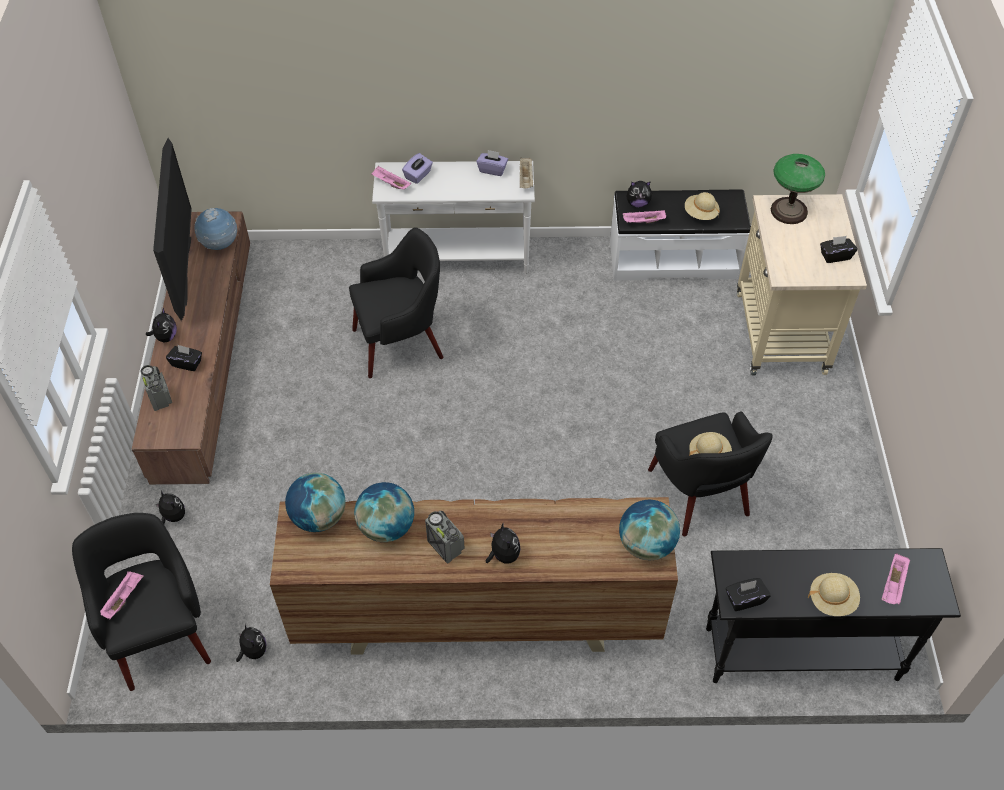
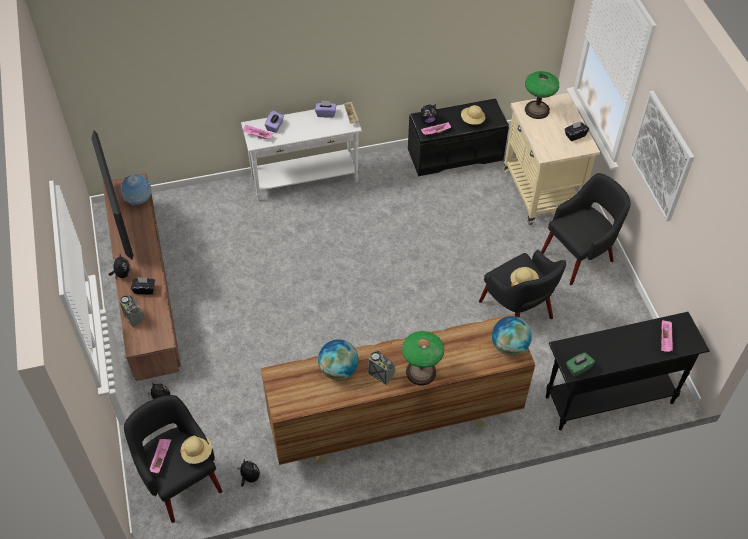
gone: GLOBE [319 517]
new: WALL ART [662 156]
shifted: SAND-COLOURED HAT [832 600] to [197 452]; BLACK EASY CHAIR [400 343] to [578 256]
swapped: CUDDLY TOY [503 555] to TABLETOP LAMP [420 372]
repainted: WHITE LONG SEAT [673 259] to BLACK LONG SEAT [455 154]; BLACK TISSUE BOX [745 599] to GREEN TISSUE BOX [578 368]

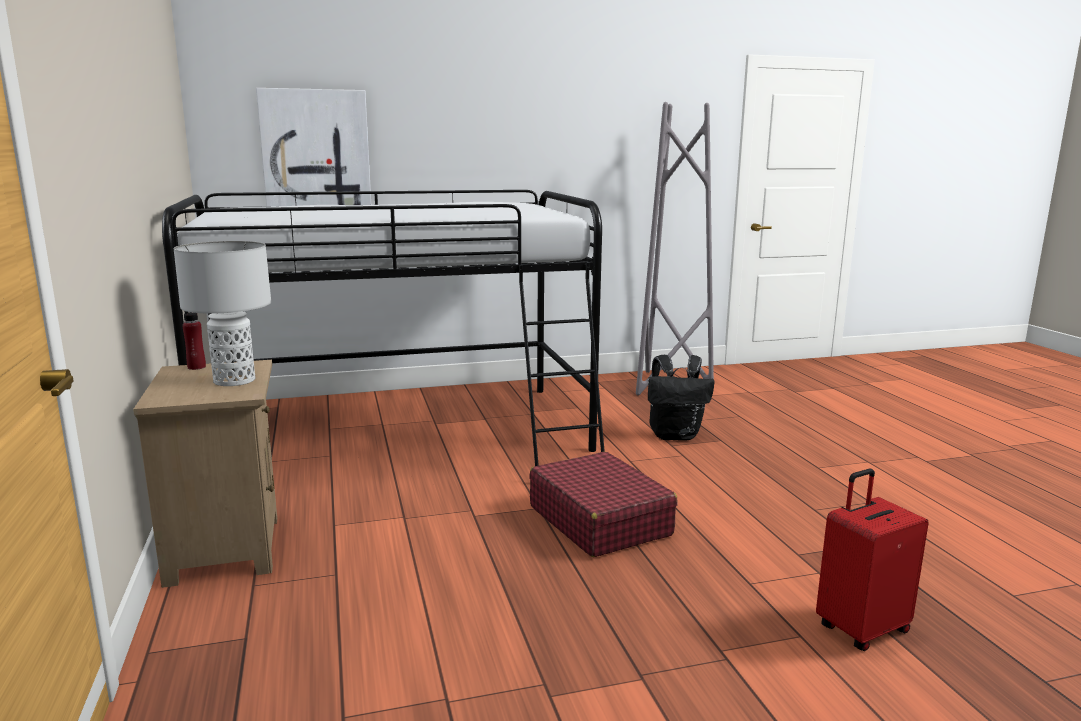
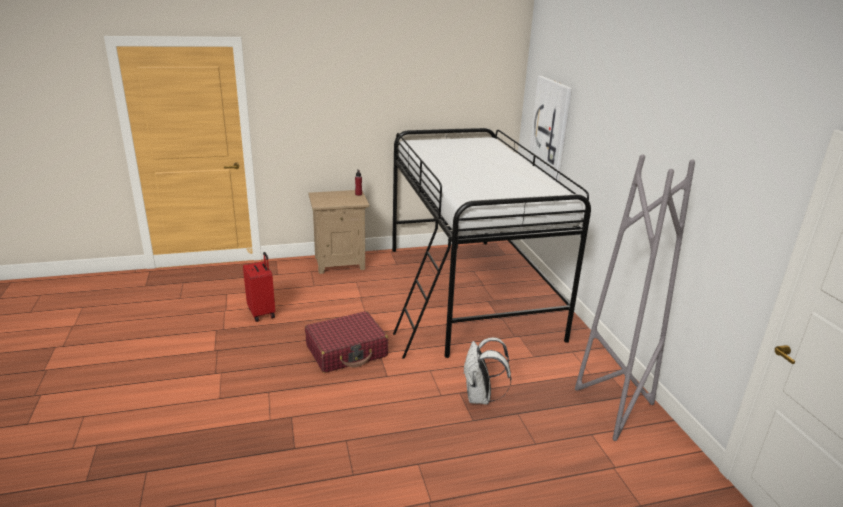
gone: WHITE TABLETOP LAMP [234 380]
shifted: RED-COLOURED PIECE OF LUGGAGE [861 628] to [262 313]
repainted: BLACK RUCKSACK [675 435] to WHITE RUCKSACK [480 397]

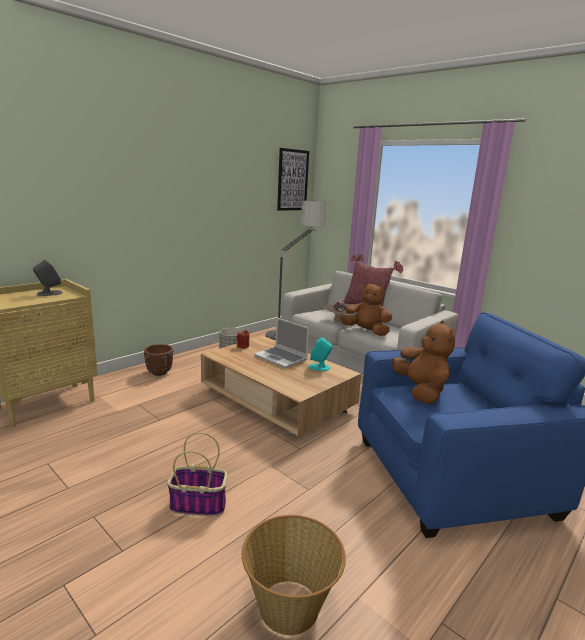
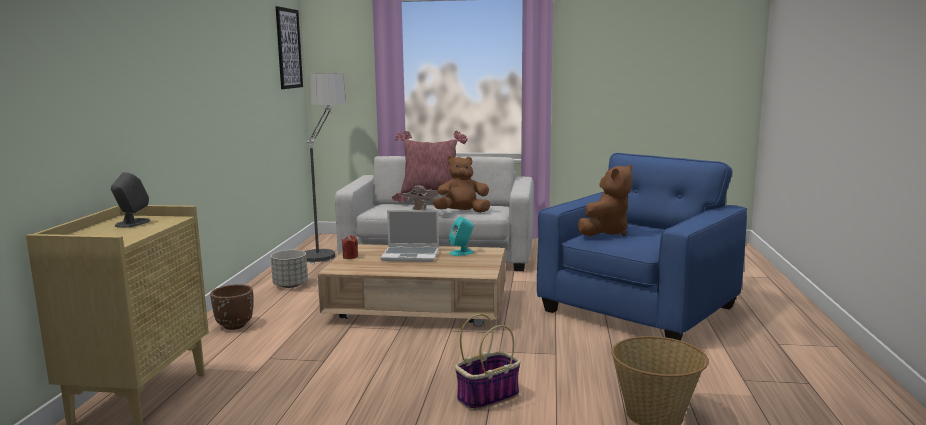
rotated: BROWN CUDDLY TOY [421 391] = [605 232] 90 degrees clockwise

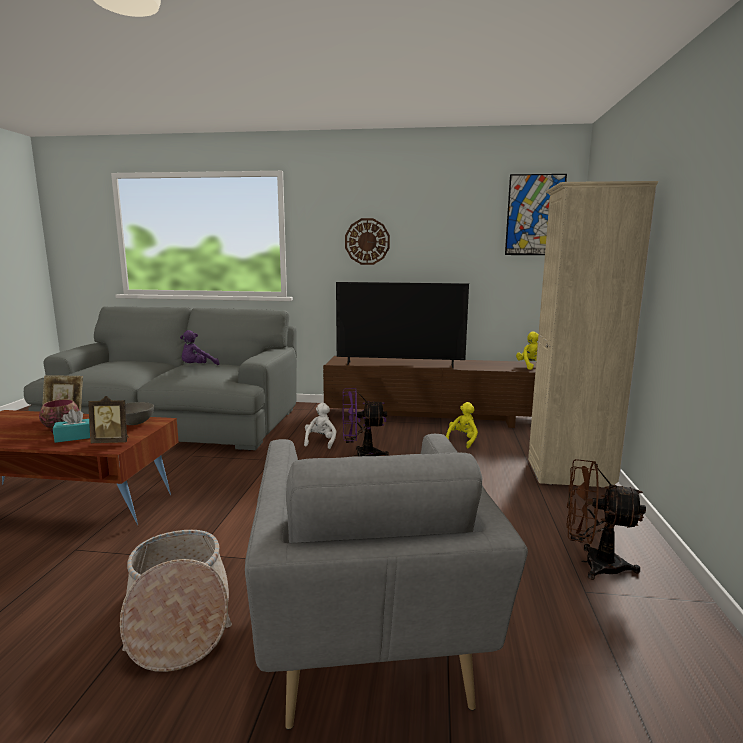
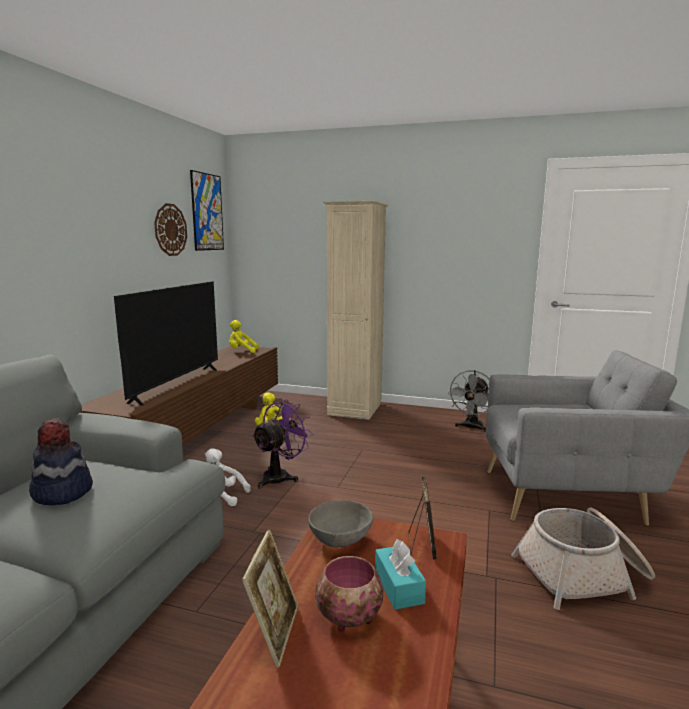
shifted: HANGING CLOCK [367 241] to [170 230]
swapped: PURPLE CUDDLY TOY [197 367] to HAT [62 492]
repainted: BROWN ELECTRIC FAN [592 564] to GRAY ELECTRIC FAN [471 428]
rotated: PURPLE ELECTRIC FAN [361 455] = [280 476] 150 degrees counterclockwise

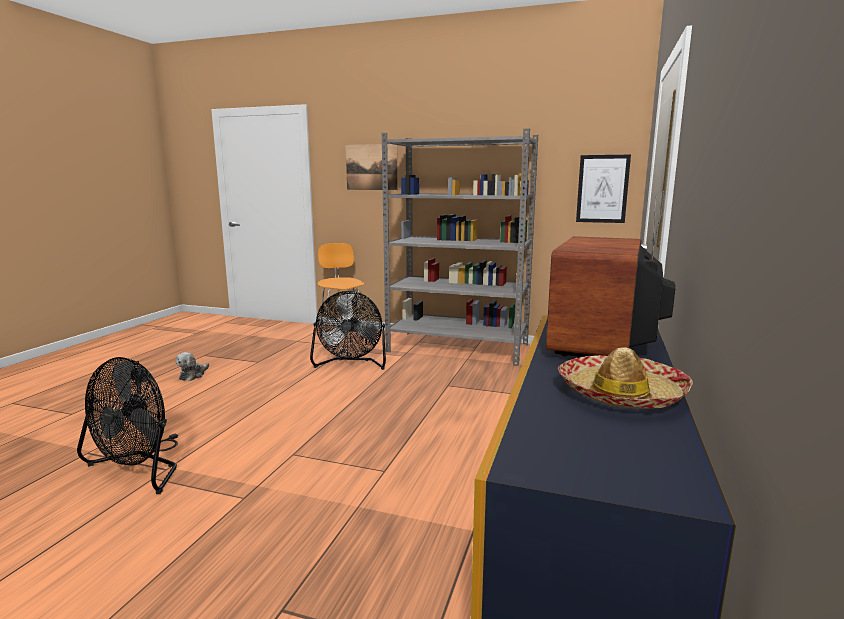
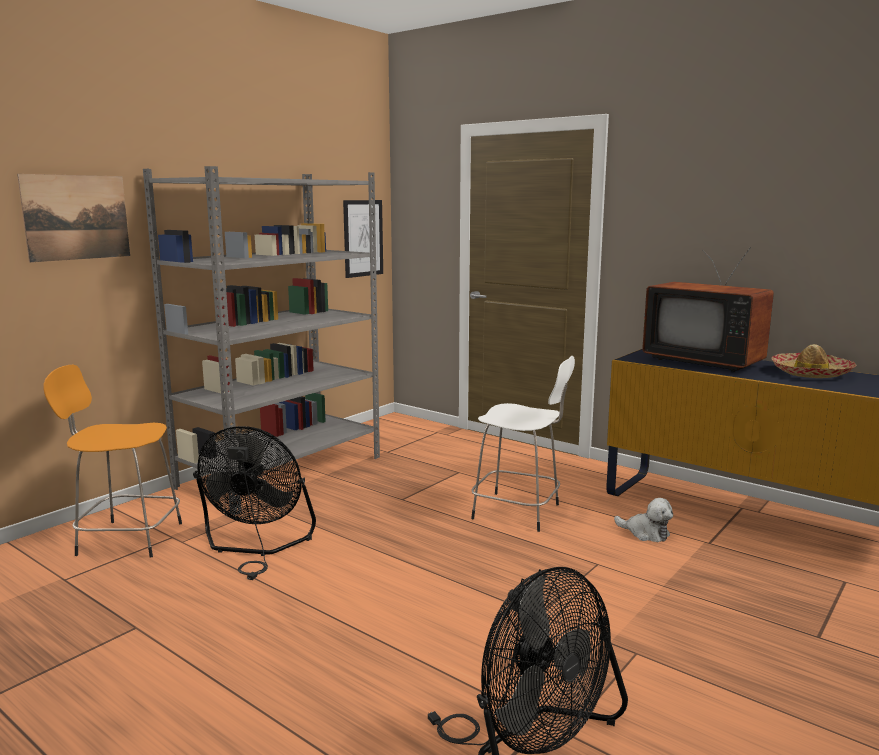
new: WHITE STOOL SEAT [519 512]
shifted: CUDDLY TOY [193 375] to [645 533]
rotated: BLACK ELECTRIC FAN [349 363] = [252 546] 105 degrees counterclockwise

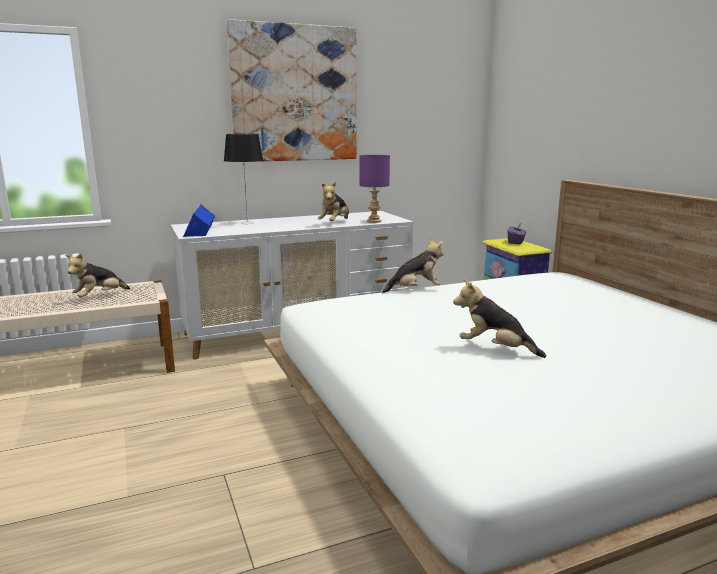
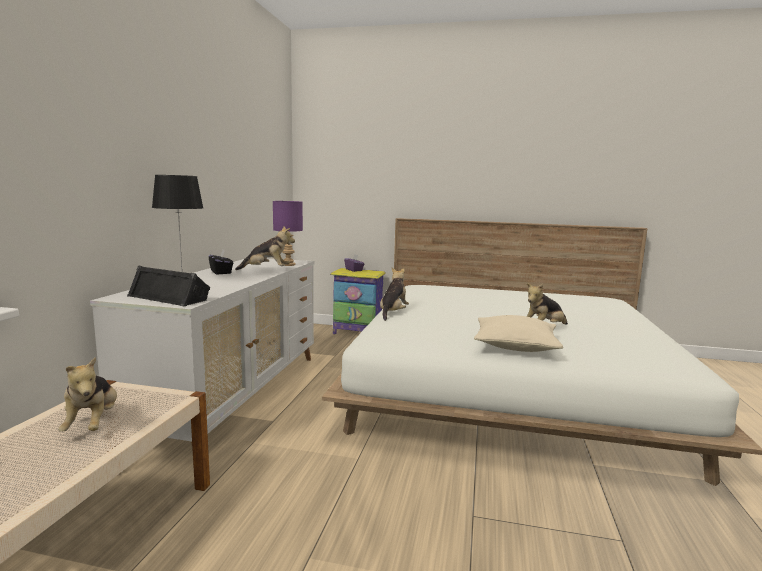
gone: WALL ART [295 94]
new: BLACK TISSUE BOX [221 272]; SAND-COLOURED THROW PILLOW [515 345]
repainted: BLUE LOUDSPEAKER [201 230] to BLACK LOUDSPEAKER [170 297]
rotated: CUDDLY TOY [335 223] = [267 270] 60 degrees counterclockwise

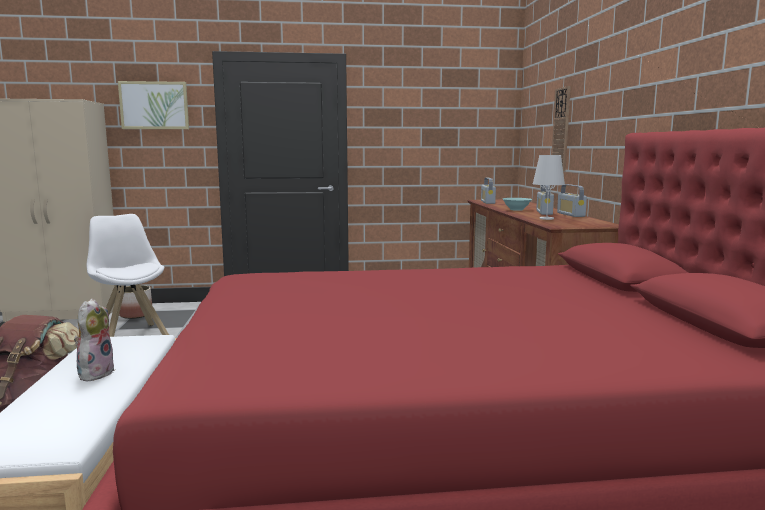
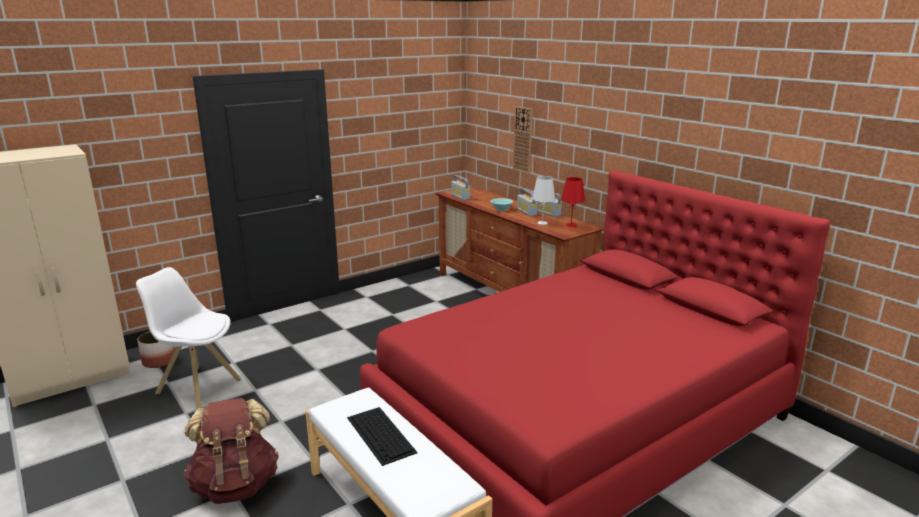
gone: WALL ART [154 105]
new: RED-COLOURED TABLETOP LAMP [571 225]
swapped: CUDDLY TOY [95 373] to PC KEYBOARD [381 435]

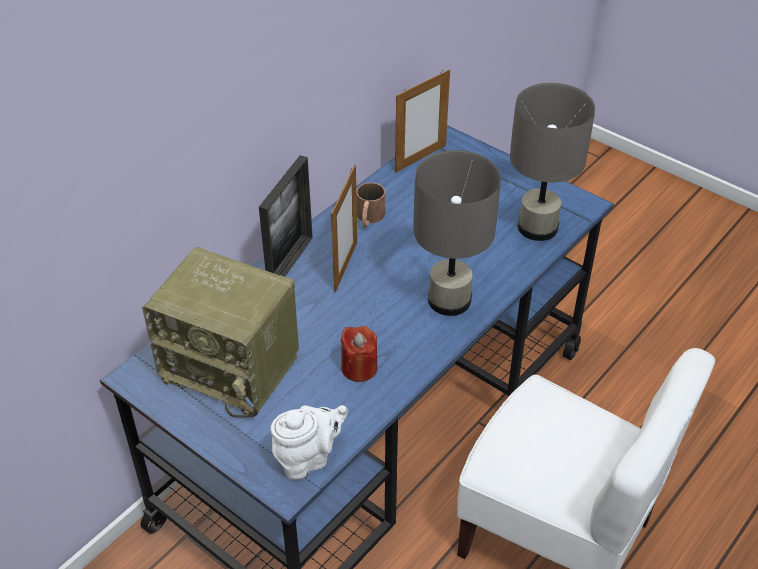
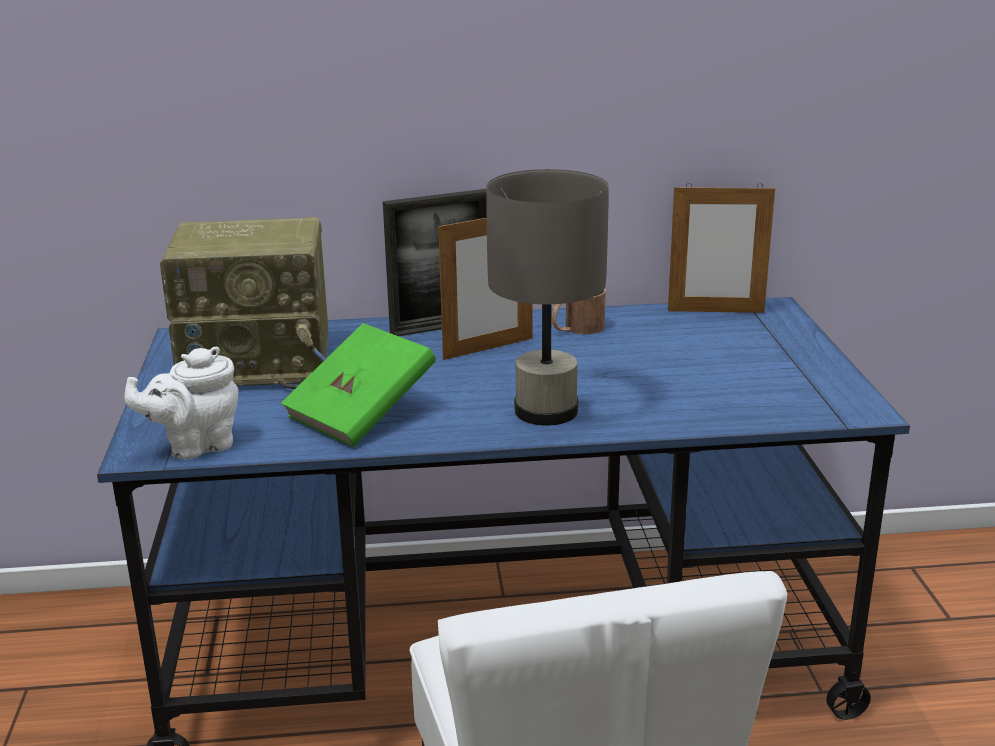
gone: GRAY TABLETOP LAMP [536 227]
swapped: RED-COLOURED WAX LIGHT [359 368] to GREEN VOLUME [361 414]
rotated: WHITE TEA POT [308 459] = [195 446] 135 degrees clockwise; RADIO [233 367] = [260 364] 75 degrees counterclockwise

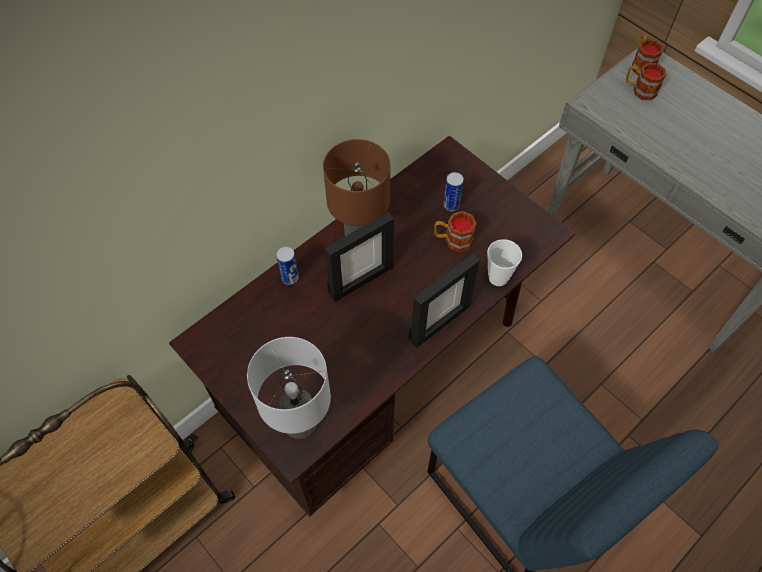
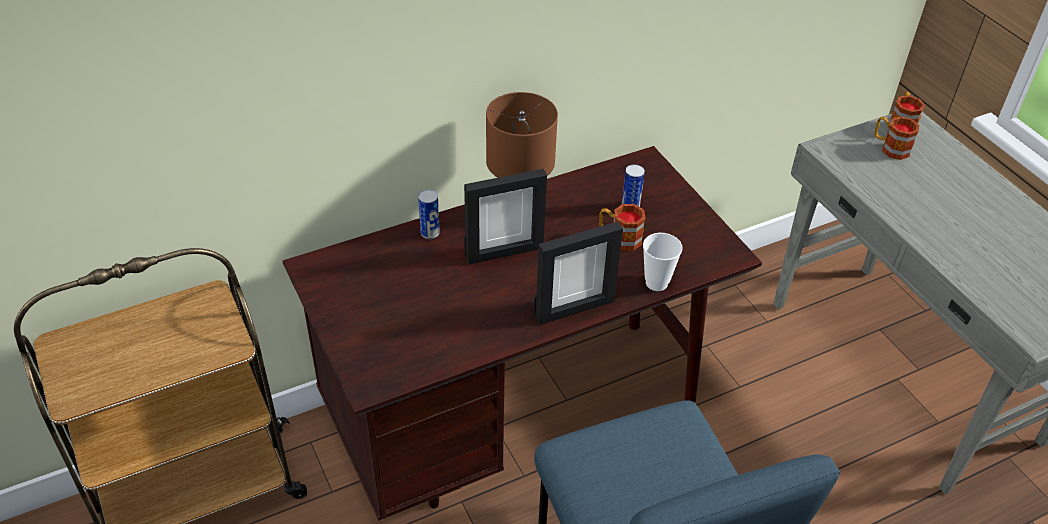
gone: WHITE TABLETOP LAMP [298 424]

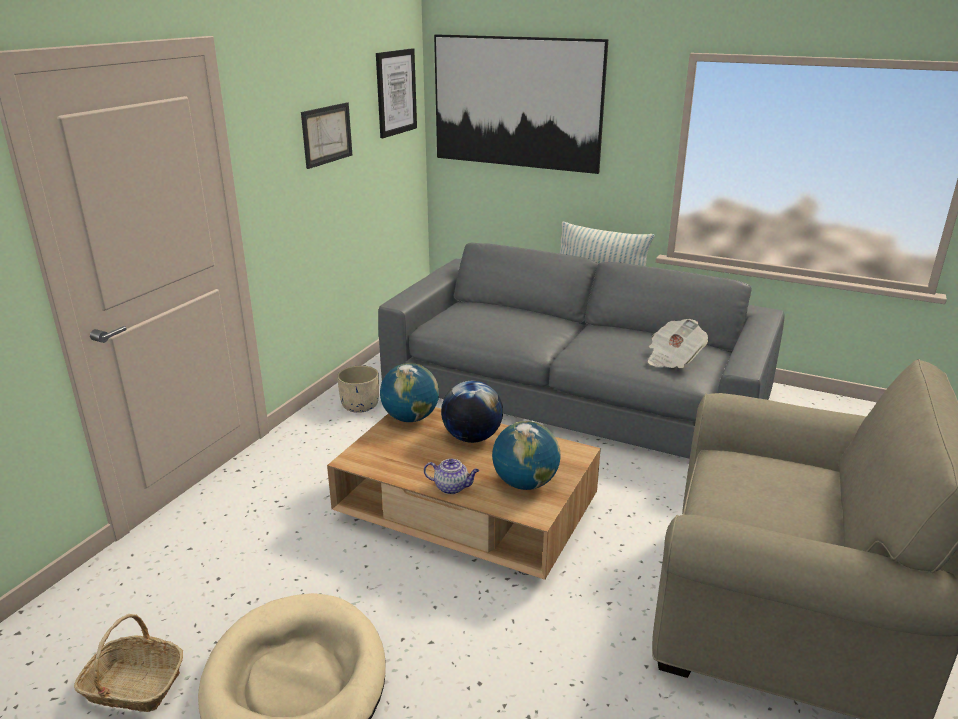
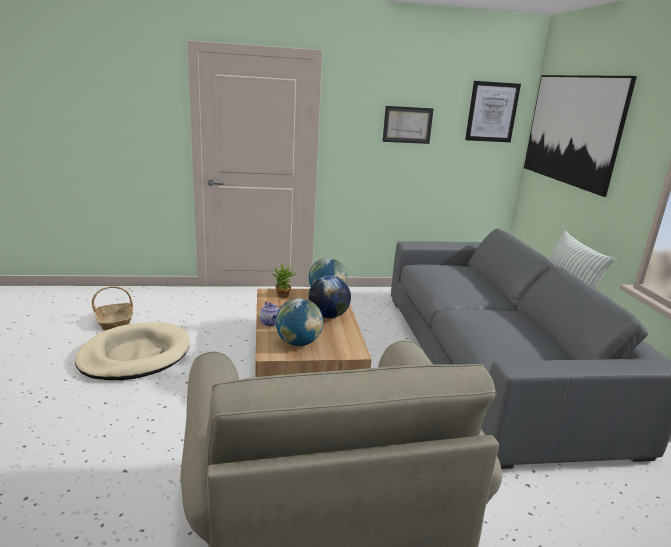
gone: SAND-COLOURED PLANTER [359 406]; PRINTED PAPER [673 358]
new: PLANT IN A POT [283 296]

